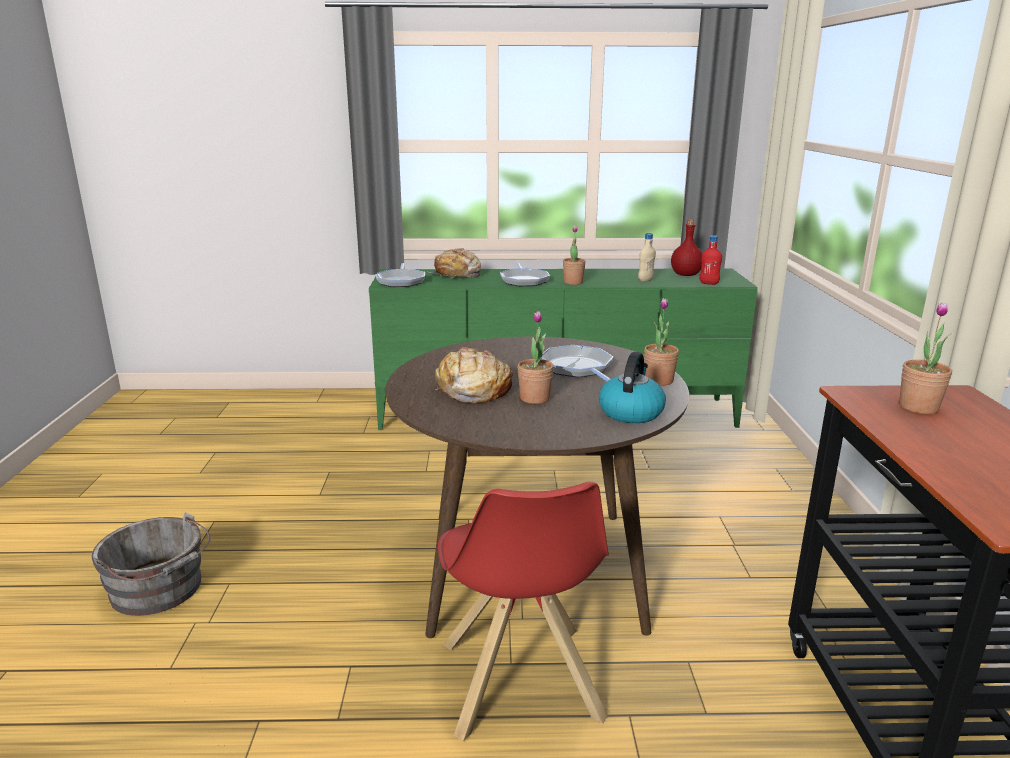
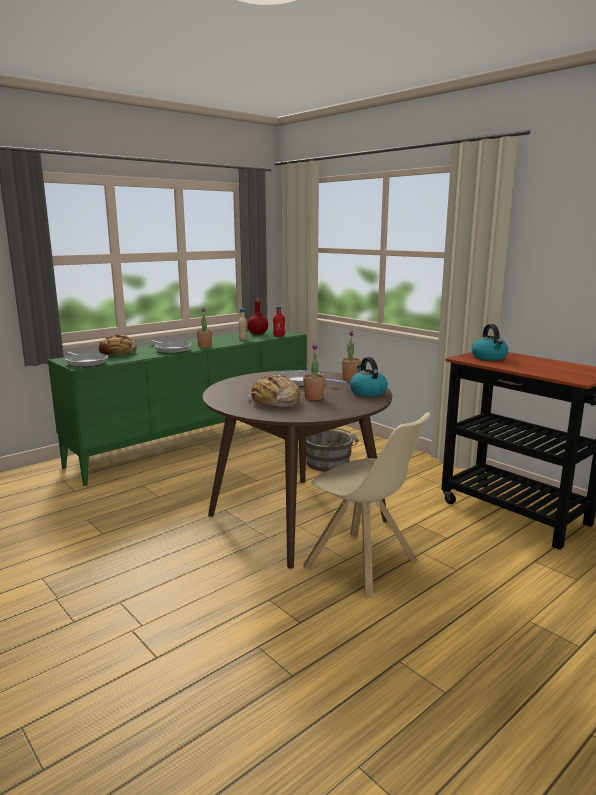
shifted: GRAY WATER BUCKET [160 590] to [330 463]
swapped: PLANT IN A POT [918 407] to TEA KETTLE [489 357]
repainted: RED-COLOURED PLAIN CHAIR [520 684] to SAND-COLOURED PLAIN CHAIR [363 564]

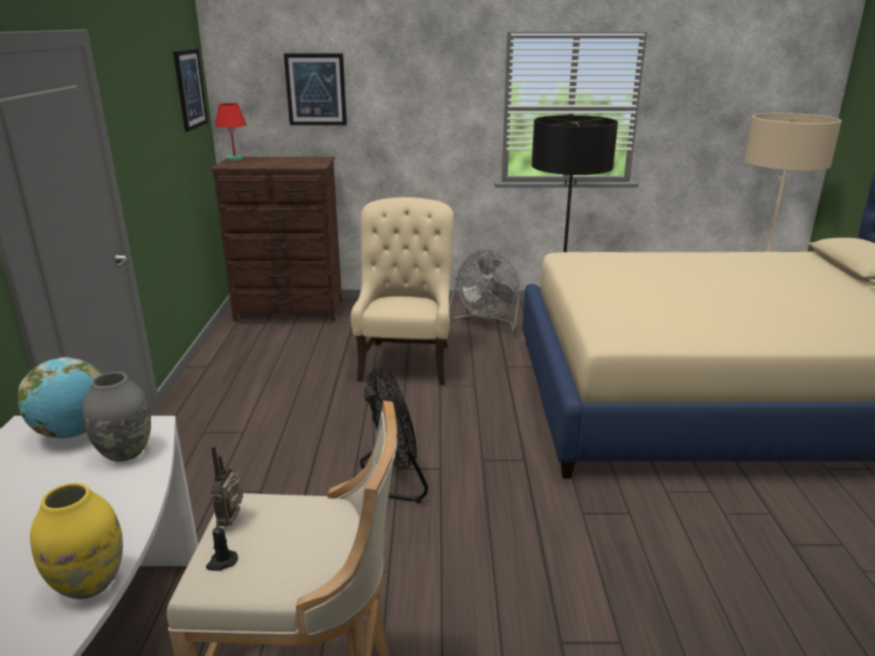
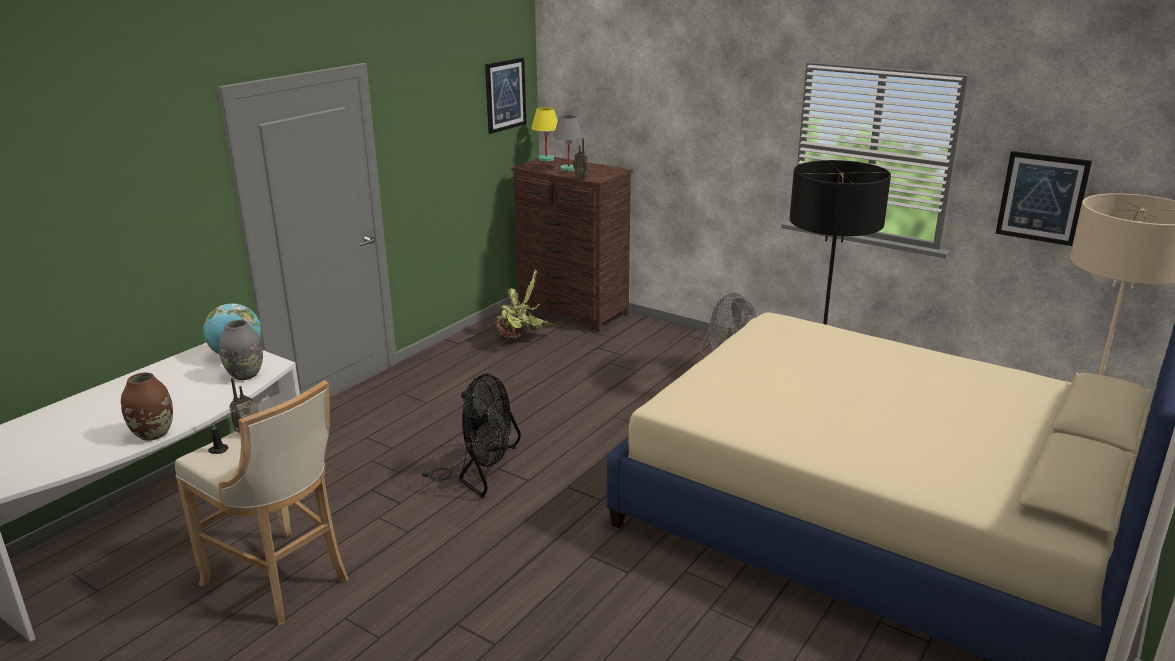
gone: SAND-COLOURED PLAIN CHAIR [406 362]
new: PLANT IN A POT [521 338]; GRAY TABLETOP LAMP [568 169]; RADIO [581 177]
shifted: WALL ART [316 89] to [1042 197]
repainted: YELLOW VASE [90 583] to BROWN VASE [153 434]; RED-COLOURED TABLETOP LAMP [235 159] to YELLOW TABLETOP LAMP [546 159]

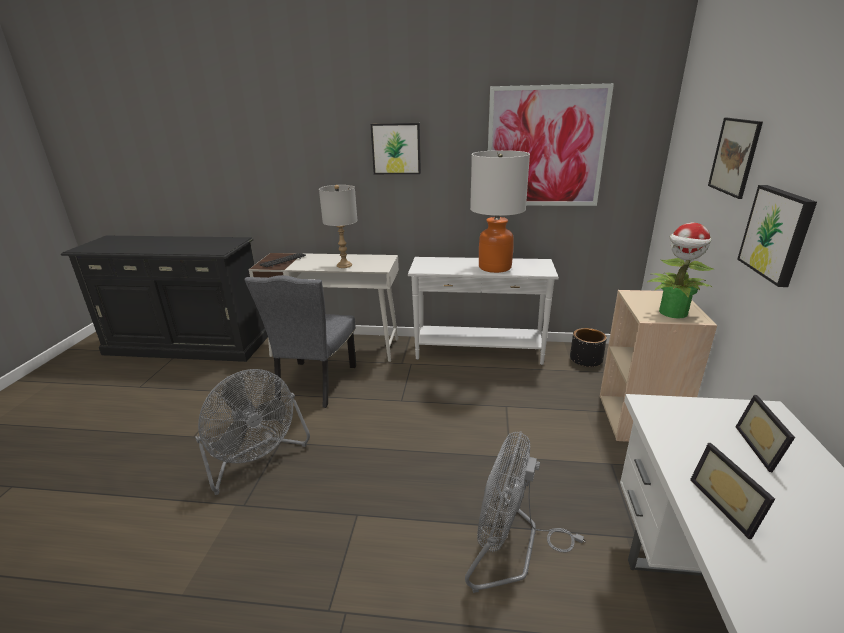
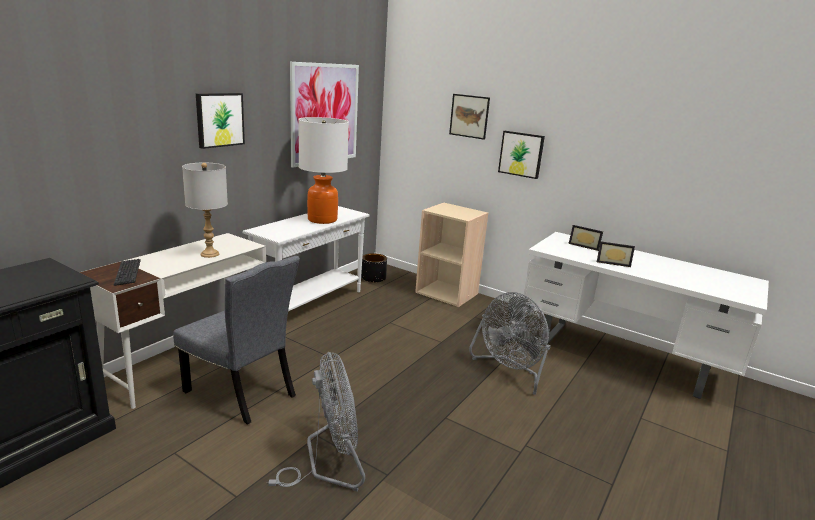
gone: PLANT IN A POT [673 313]

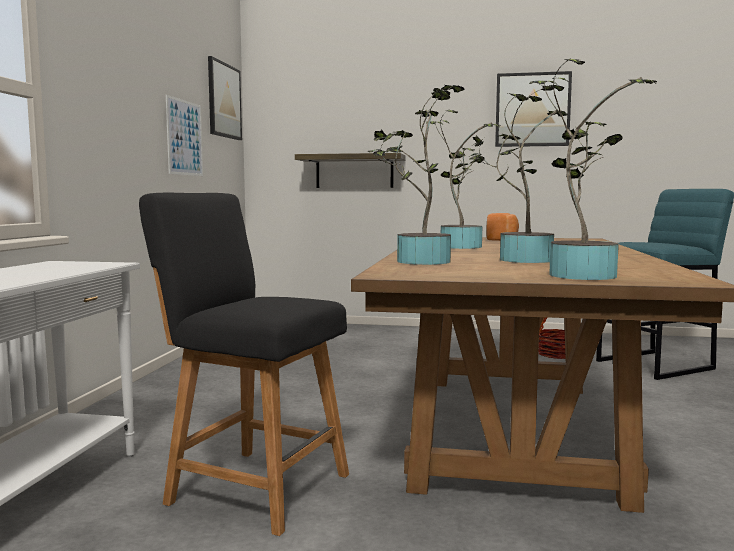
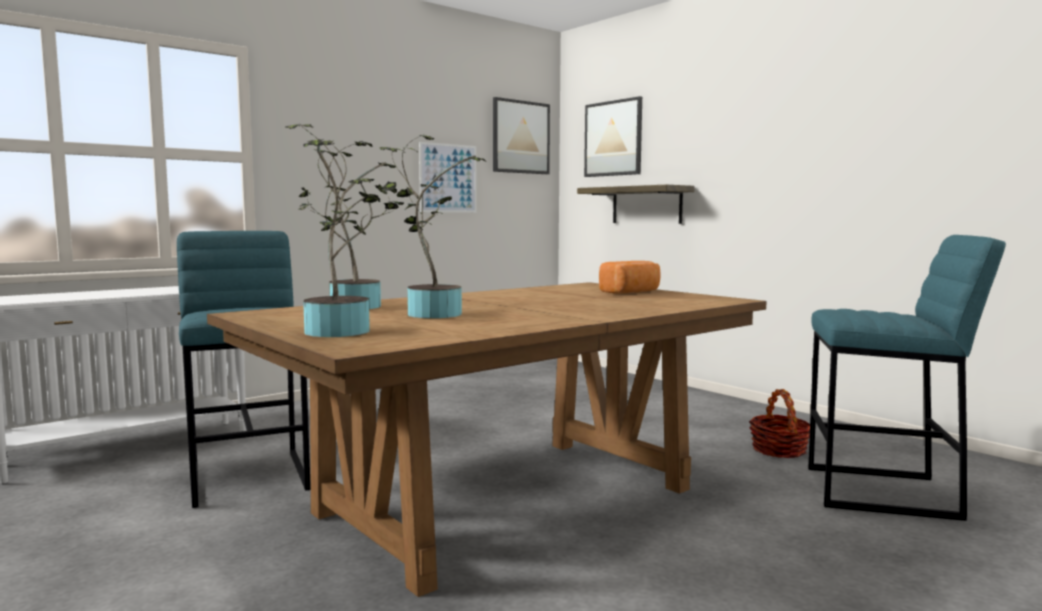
gone: PLANT IN A POT [460 246]
shifted: WALL ART [532 110] to [613 138]
swapped: BLACK PLAIN CHAIR [252 487] to TURQUOISE STOOL SEAT [248 476]

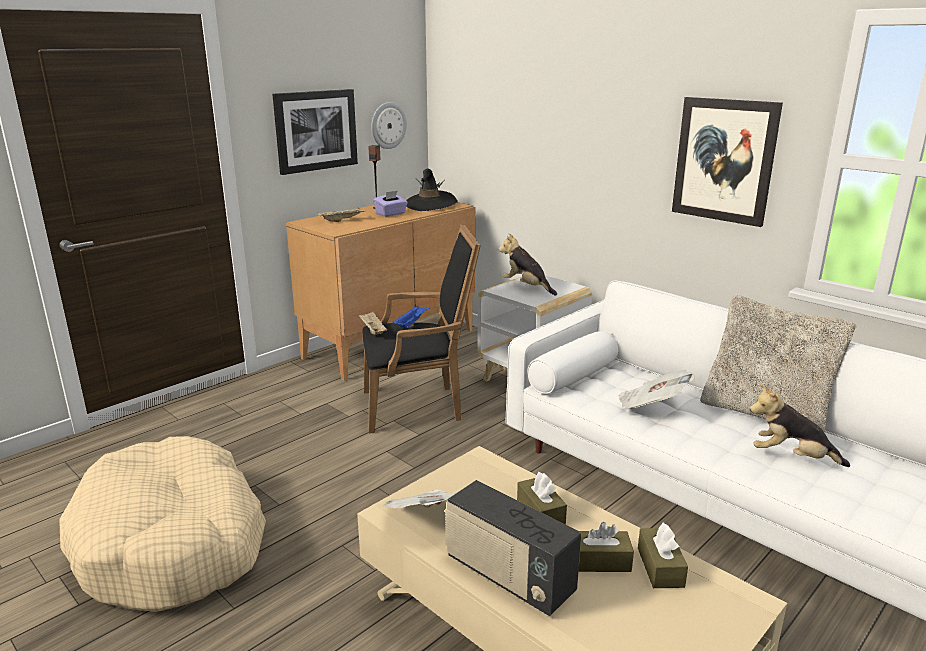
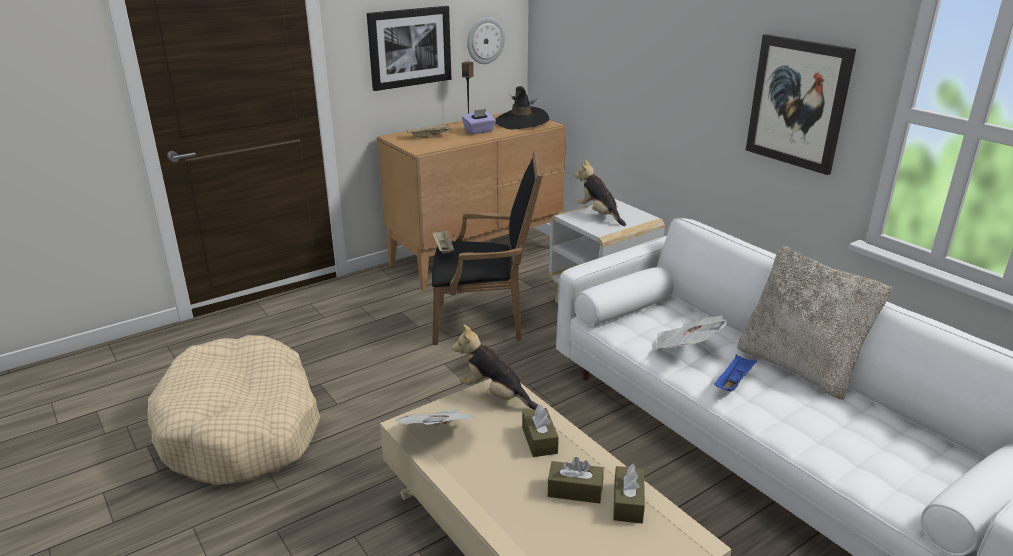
gone: RADIO [508 576]
shifted: CUDDLY TOY [791 457] to [495 395]; BLUE TRAY [411 323] to [733 382]

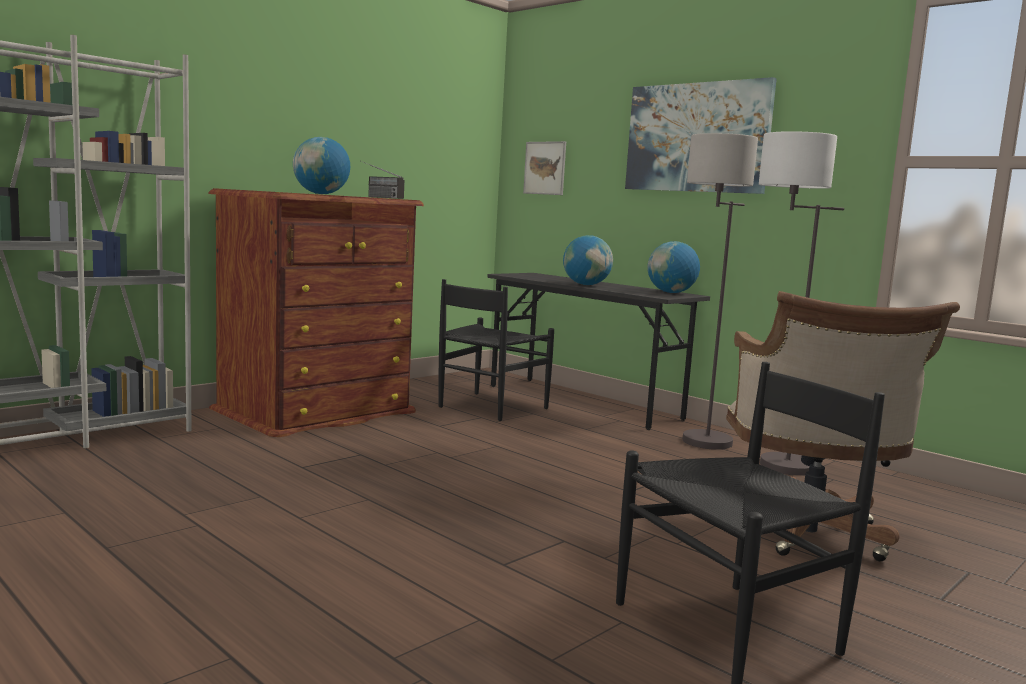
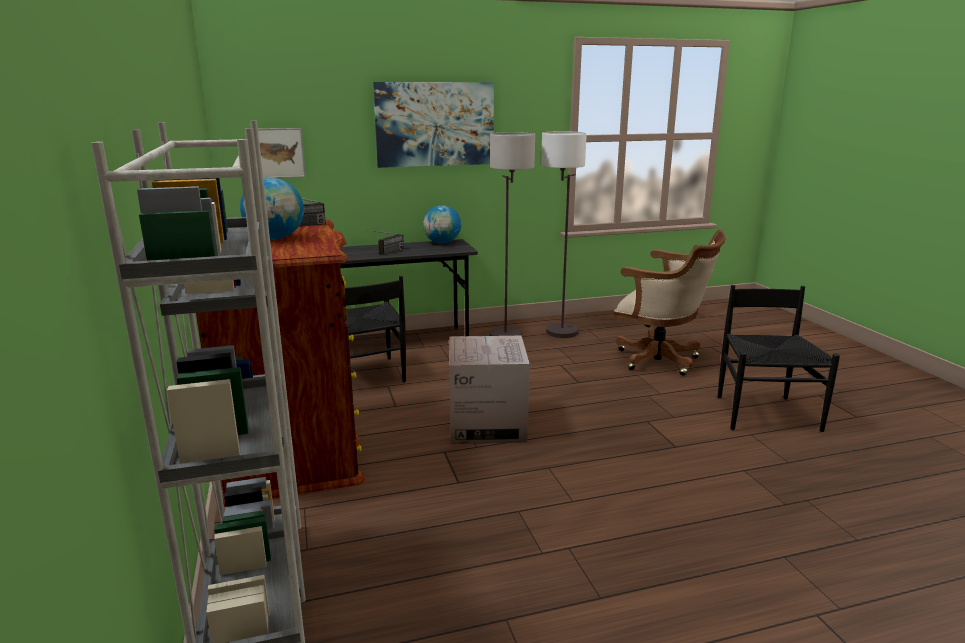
new: PACKING BOX [487 424]
swapped: GLOBE [586 285] to RADIO [386 253]

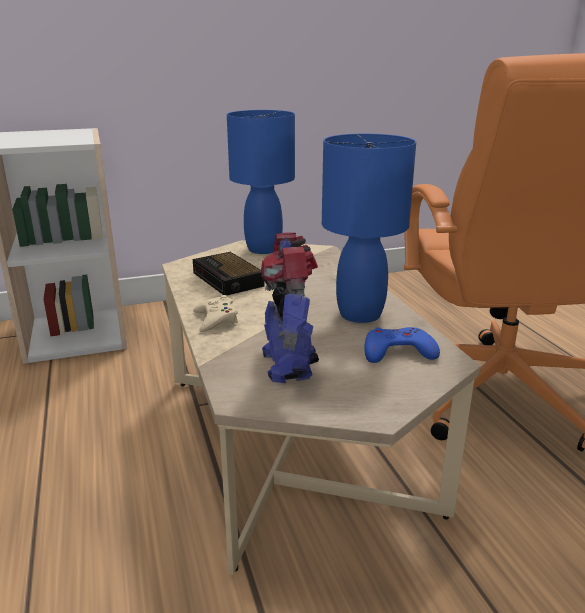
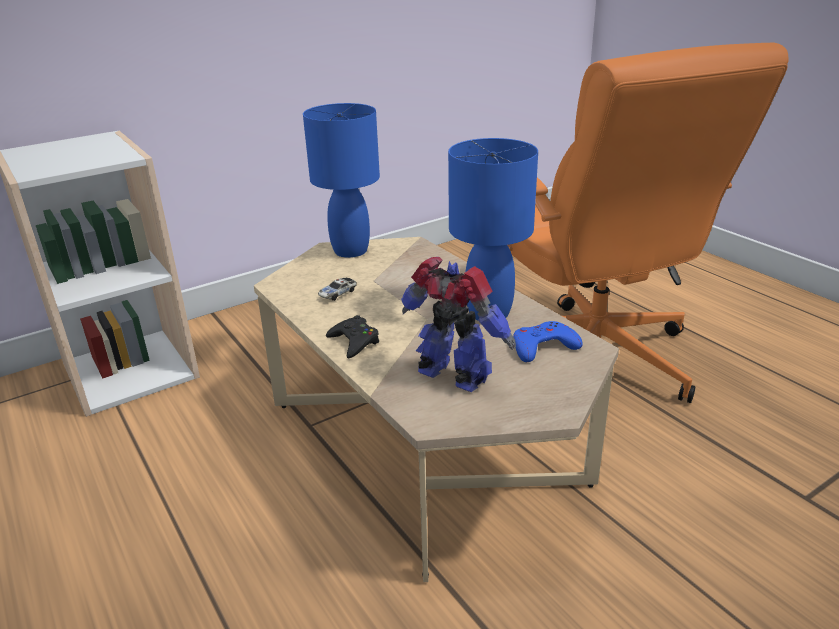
swapped: BEDSIDE CLOCK [228 280] to MINIATURE CAR [338 294]
repainted: SAND-COLOURED JOYPAD [216 319] to BLACK JOYPAD [354 342]
rotated: MODEL ROBOT [289 363] = [453 377] 150 degrees clockwise

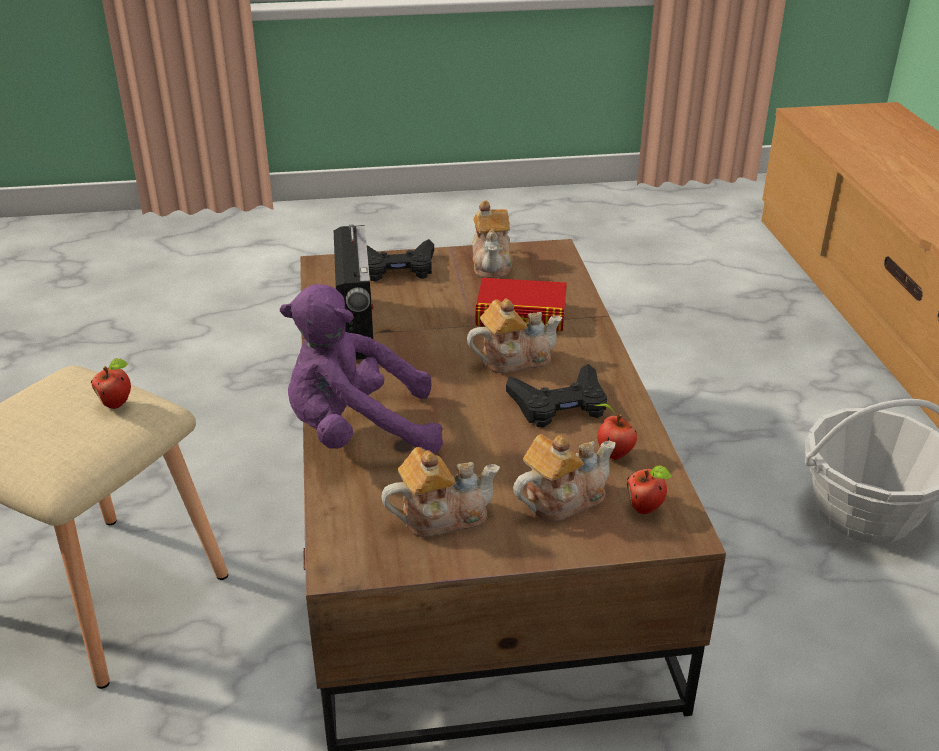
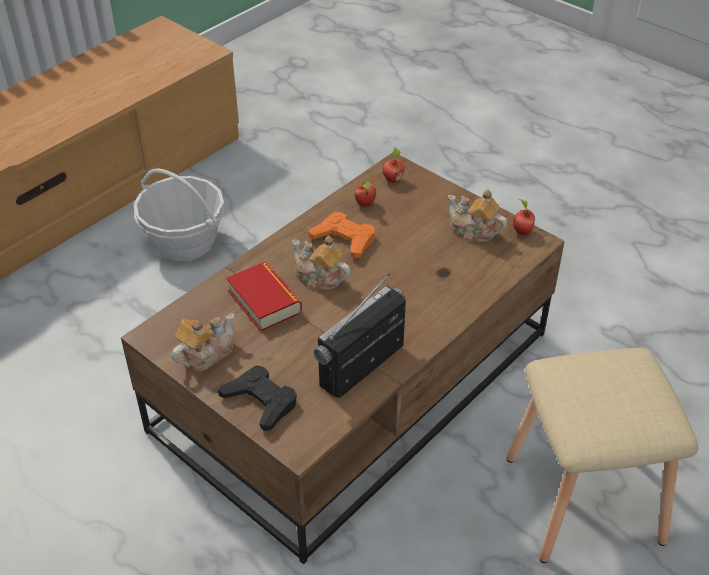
gone: PURPLE CUDDLY TOY [358 433]; TEA POT [562 499]
shifted: APPLE FRUIT [117 404] to [521 231]
repainted: BLACK JOYPAD [559 404] to ORANGEY JOYPAD [344 239]

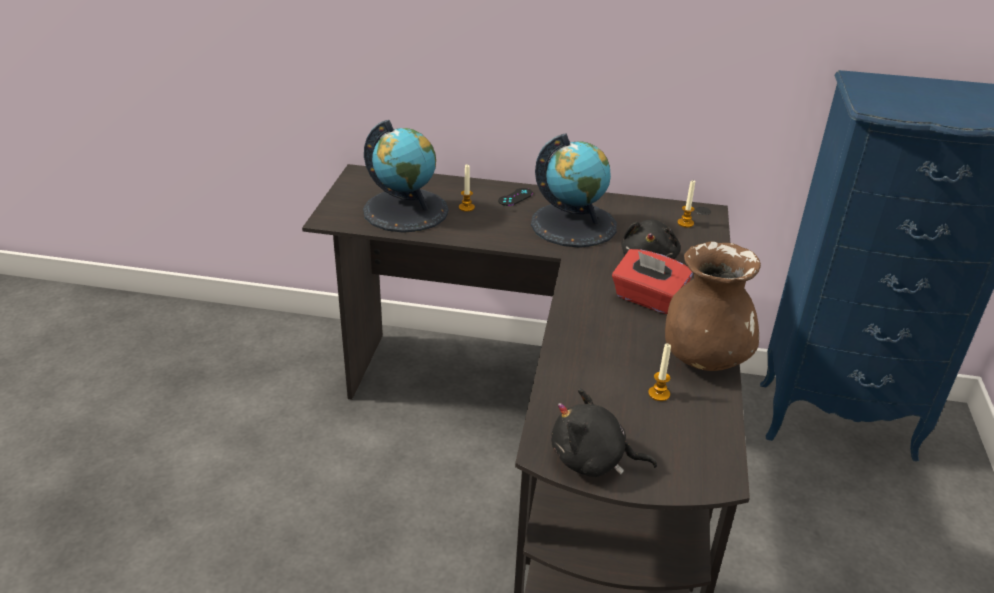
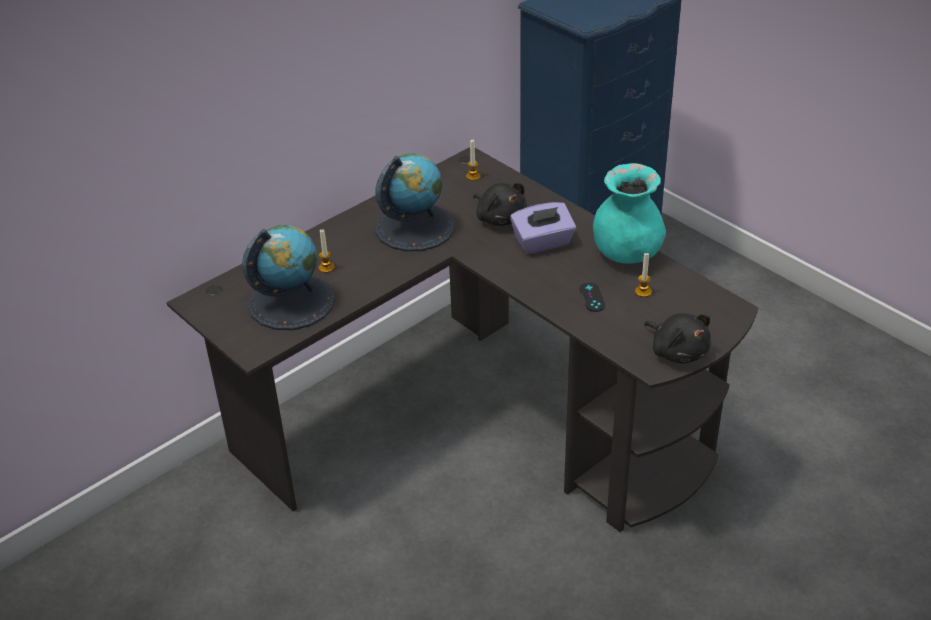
shifted: BLACK JOYPAD [515 197] to [592 297]
repainted: RED-COLOURED TISSUE BOX [647 299] to PURPLE TISSUE BOX [543 243]; BROWN VASE [704 357] to TURQUOISE VASE [626 254]
rotated: BLACK CUDDLY TOY [593 460] = [677 351] 90 degrees counterclockwise

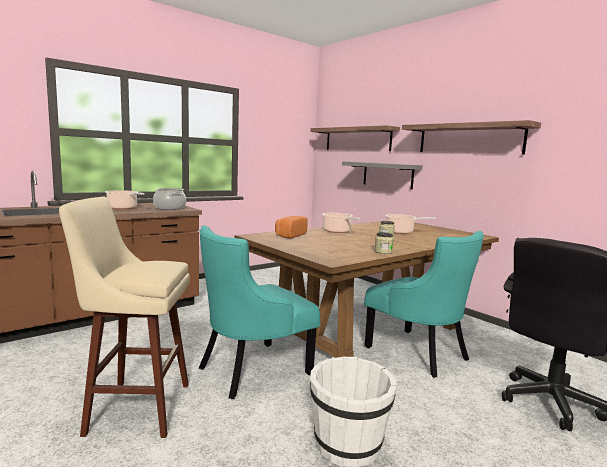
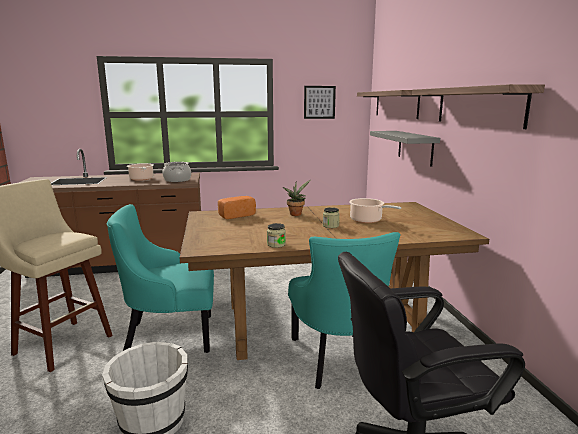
new: WALL ART [319 102]
swapped: STOCKPOT [337 231] to PLANT IN A POT [296 214]

